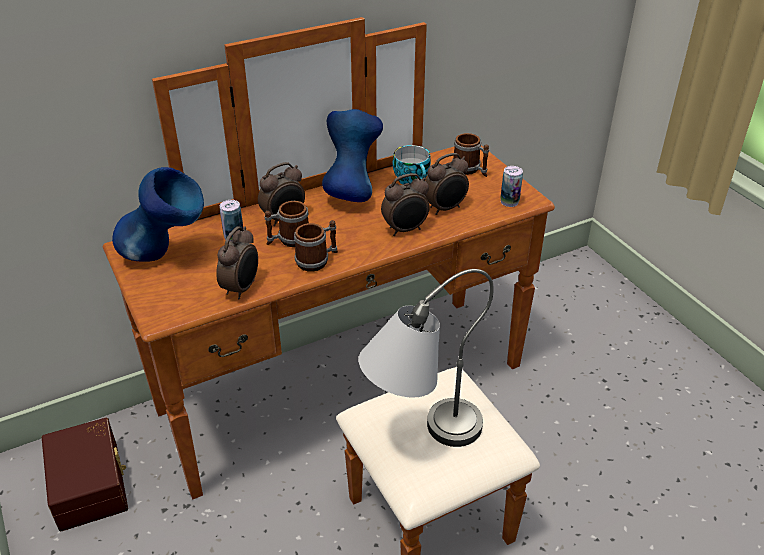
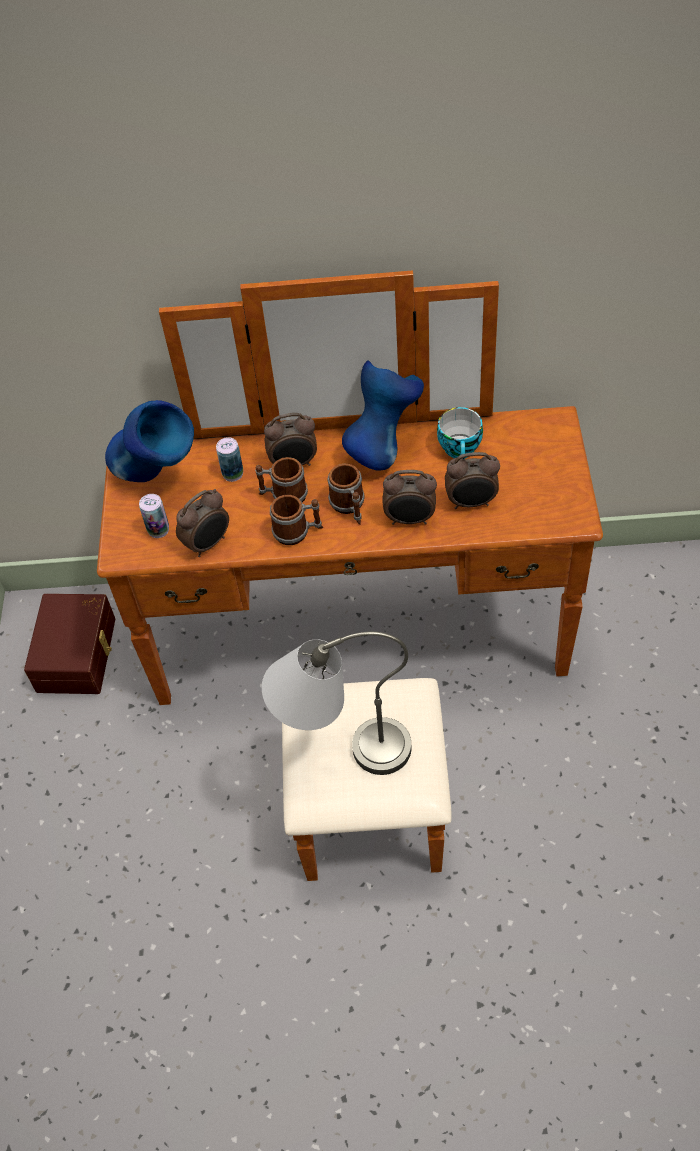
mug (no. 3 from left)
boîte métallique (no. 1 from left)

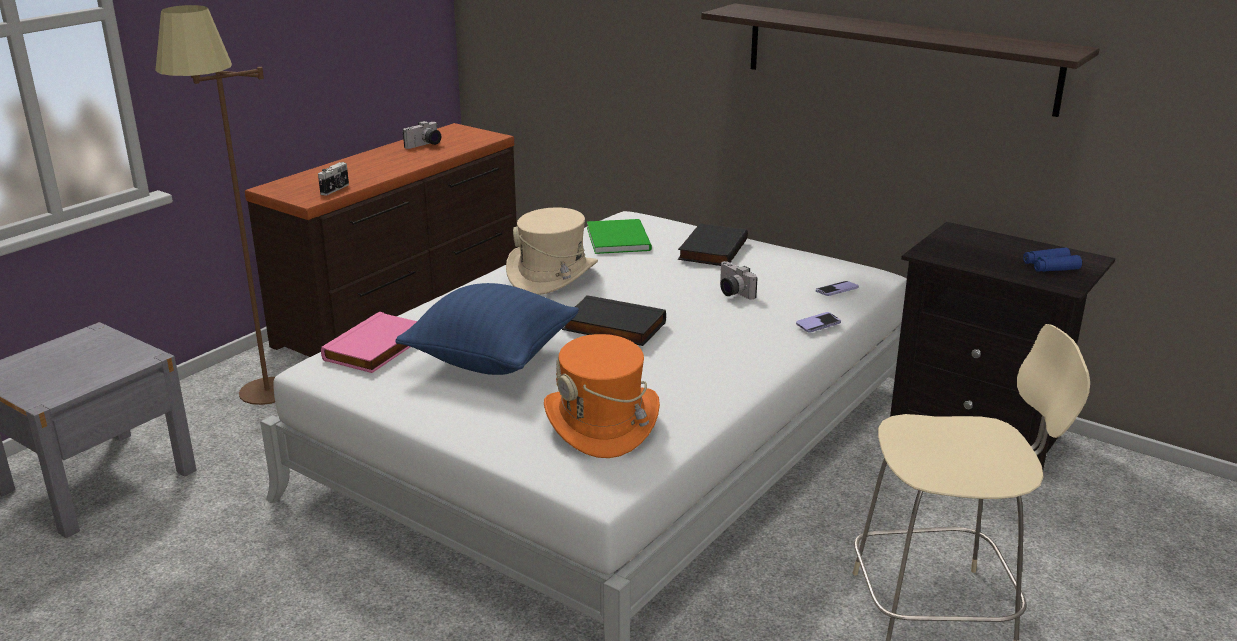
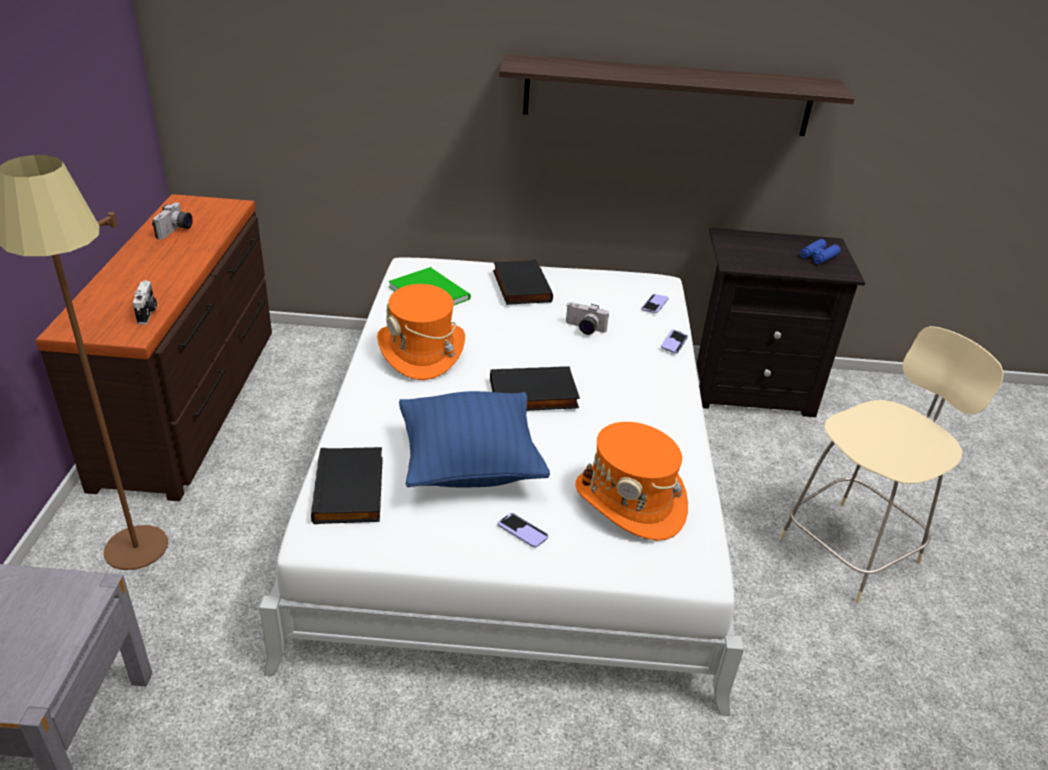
téléphone (no. 1 from left)
livre/noir (no. 1 from left)
chapeau/orange (no. 1 from left)

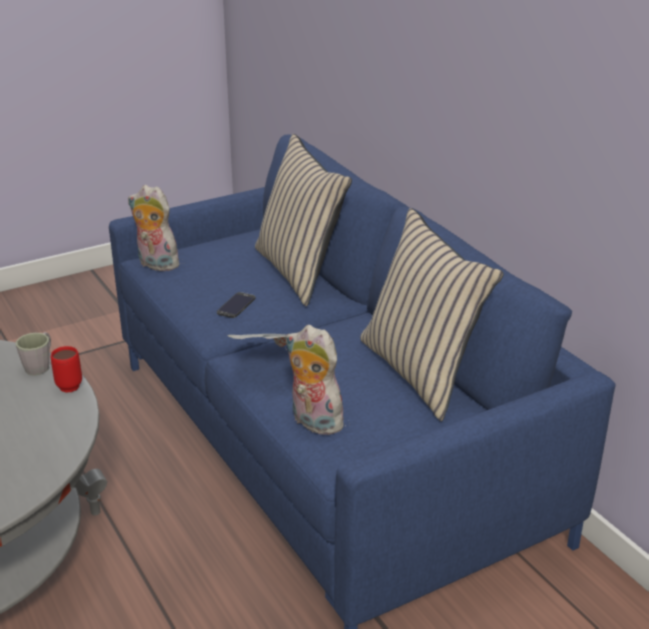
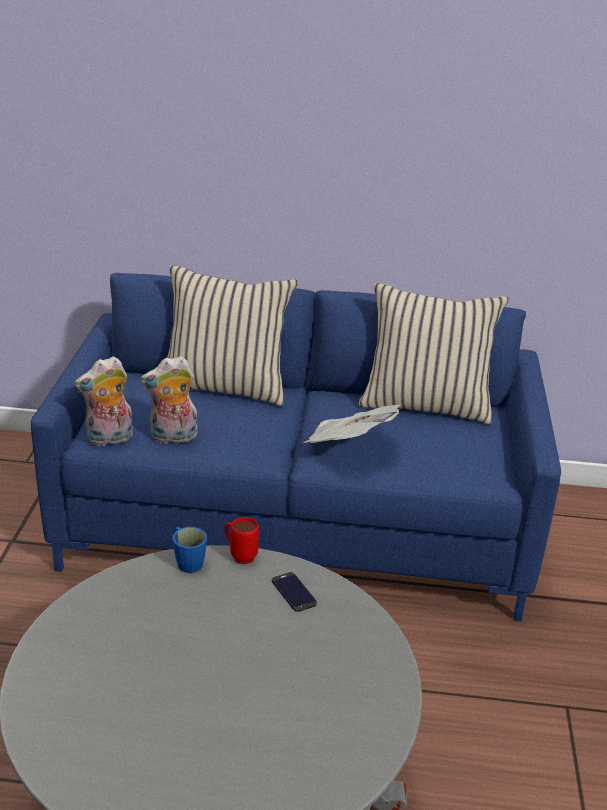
téléphone
peluche (no. 2 from left)
mug/bleu

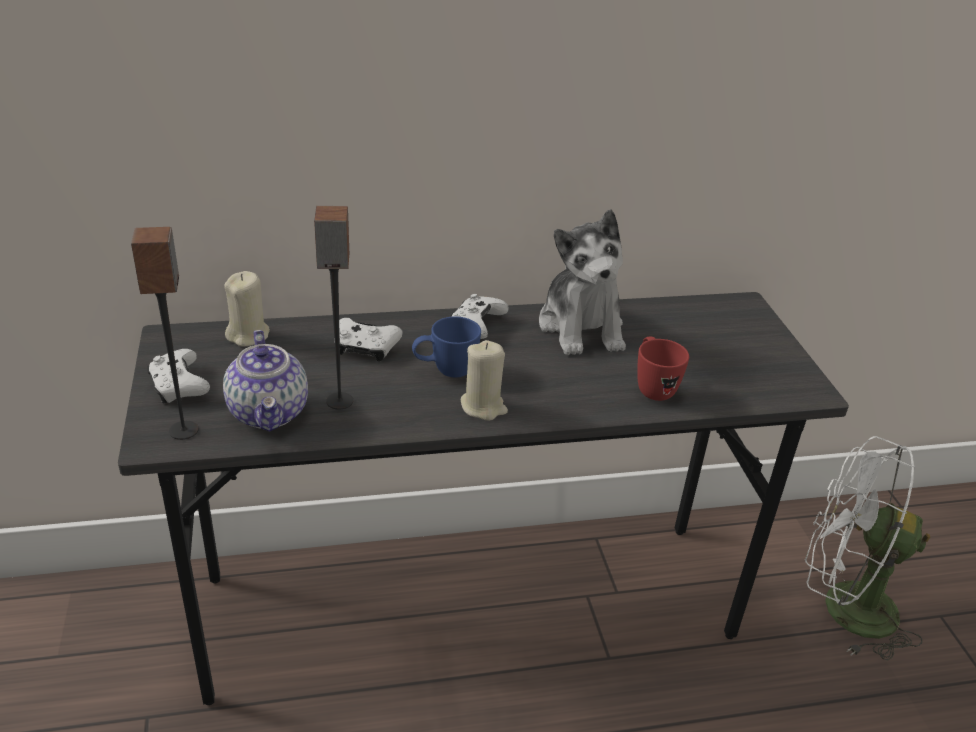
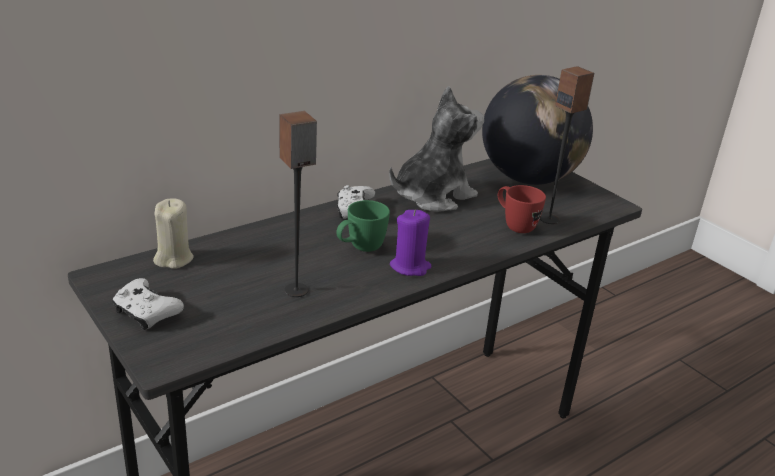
théière
manette/blanc (no. 2 from left in the first image)
ventilateur/blanc
globe
enceinte (no. 2 from left)
mug/vert
bougie/violet
peluche

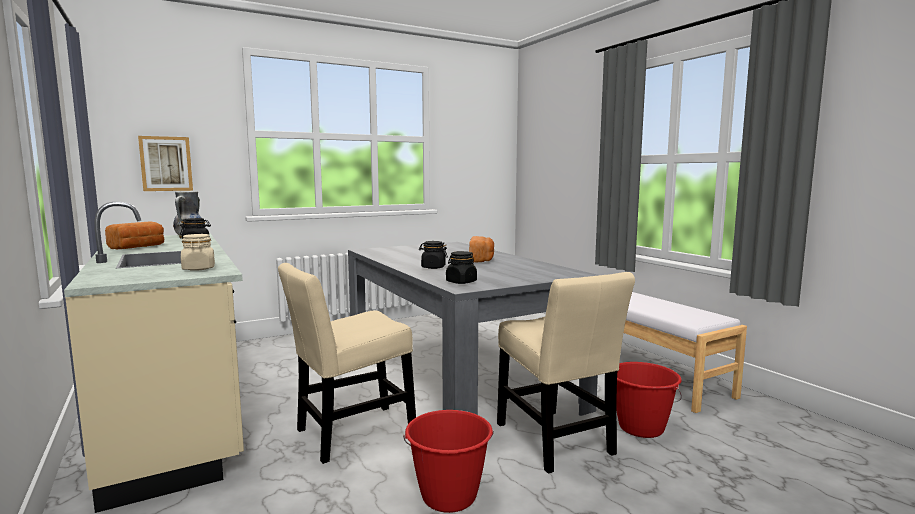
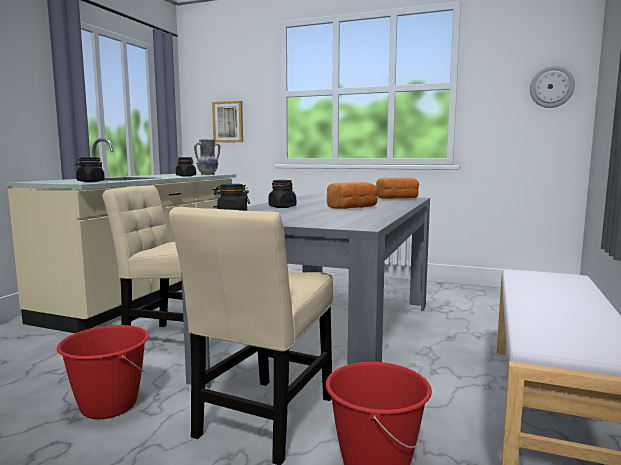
horloge murale
pain (no. 2 from left)
bocal/noir (no. 1 from left)

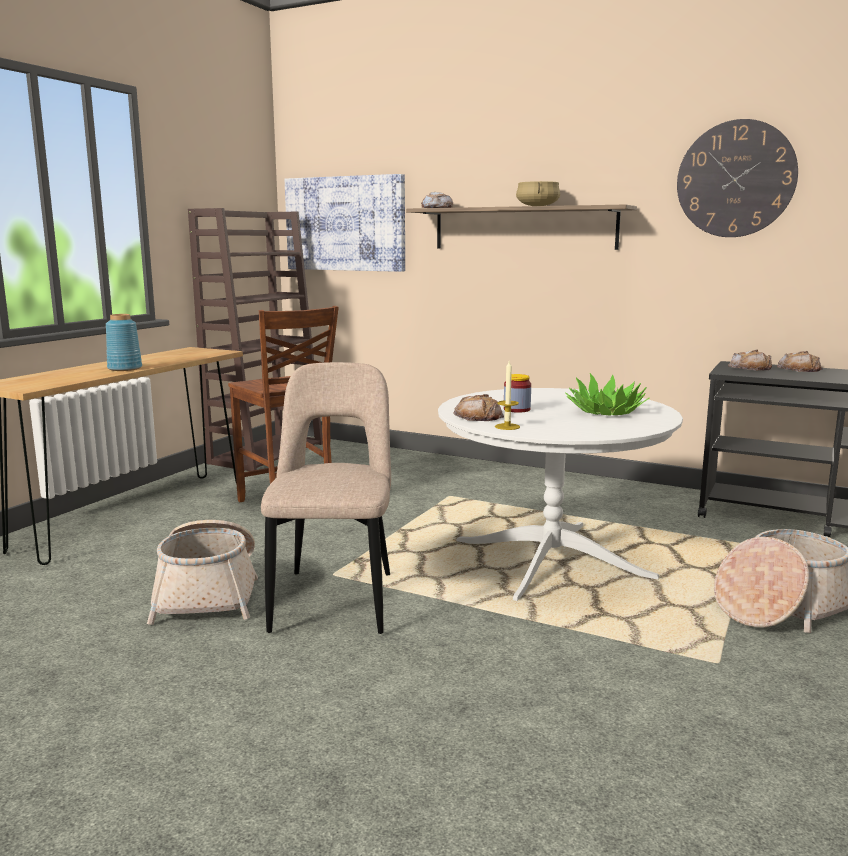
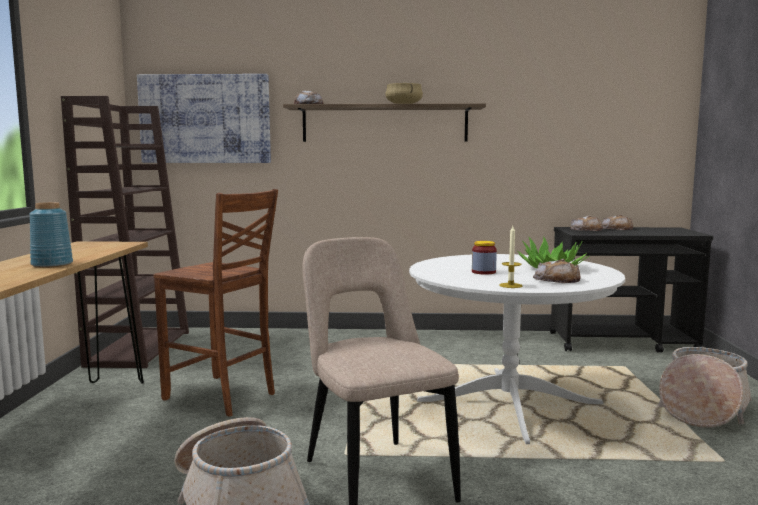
horloge murale
pain (no. 2 from left)

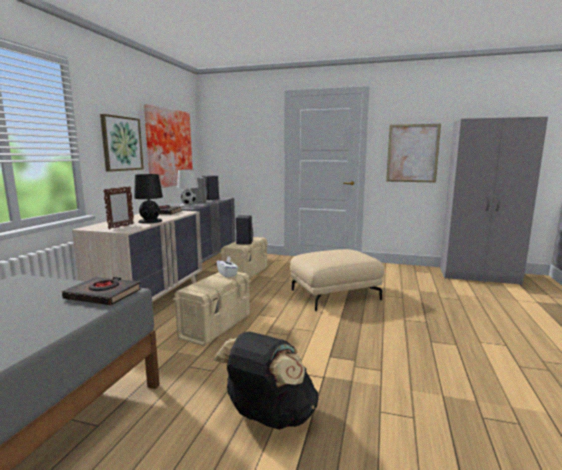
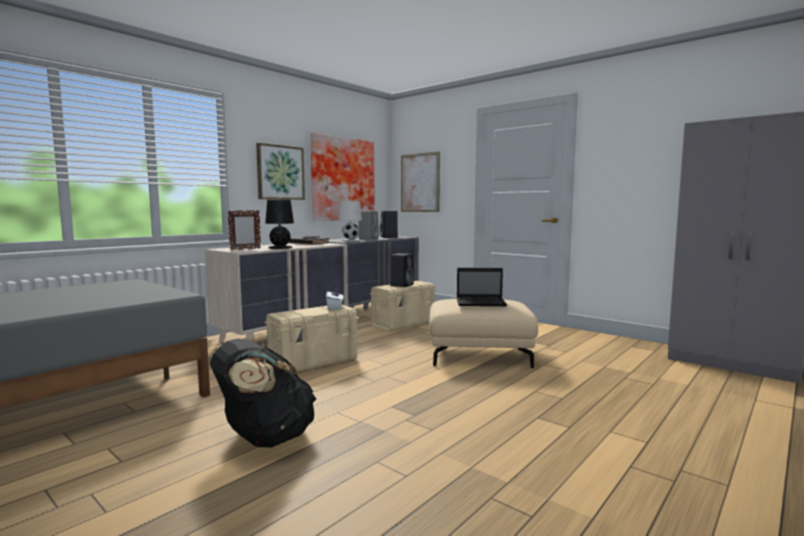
livre/noir (no. 1 from left in the first image)
ordinateur portable
tableau (no. 3 from left)

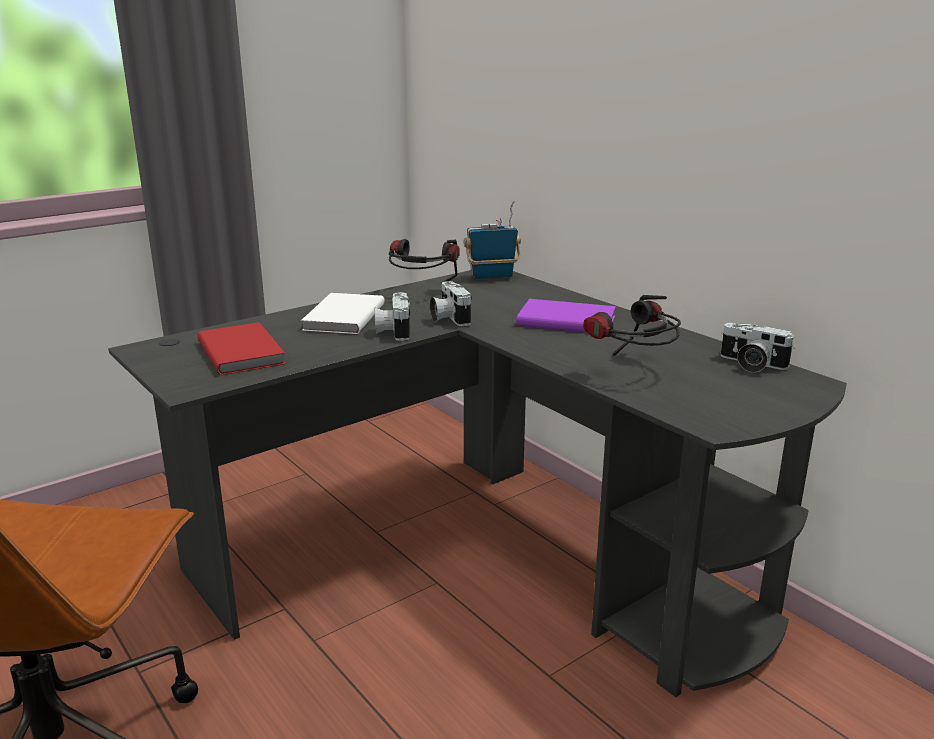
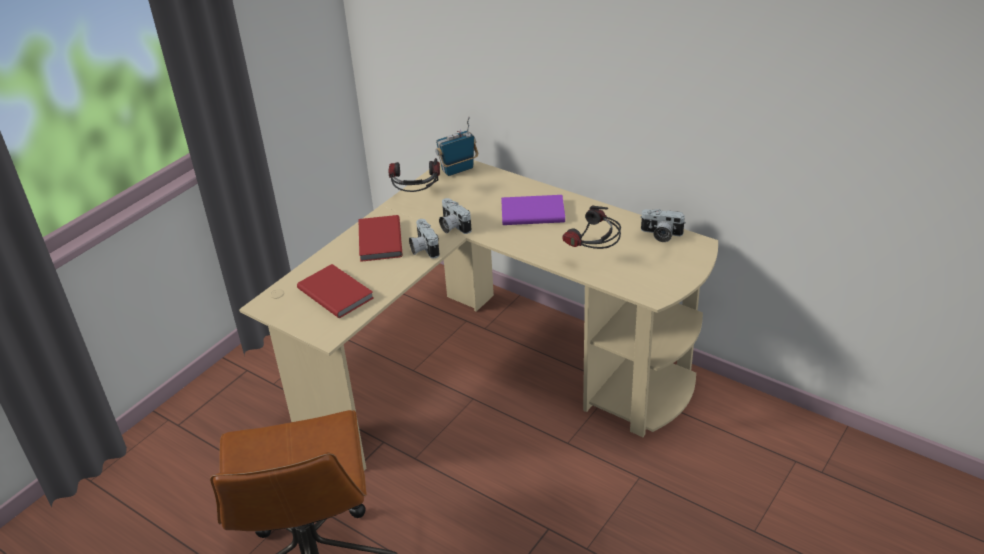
bureau/beige
livre/rouge (no. 2 from left)

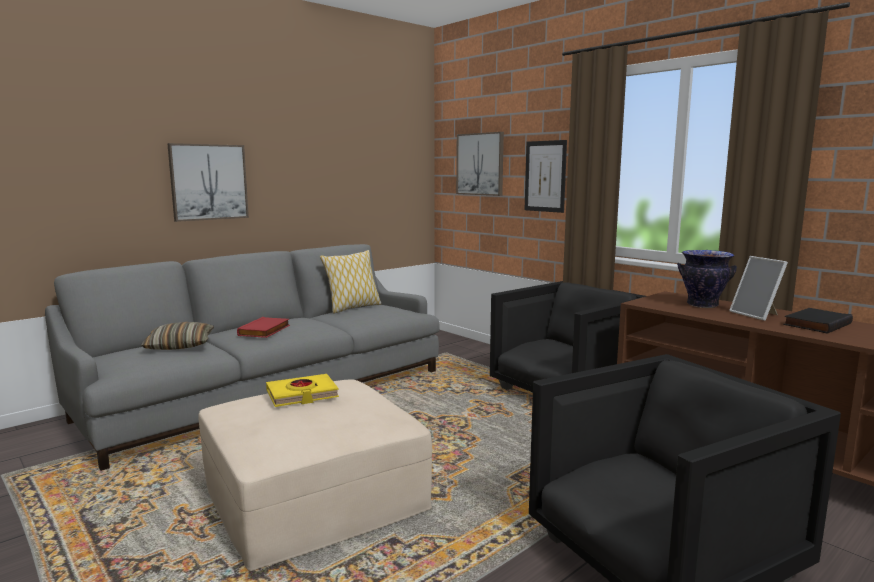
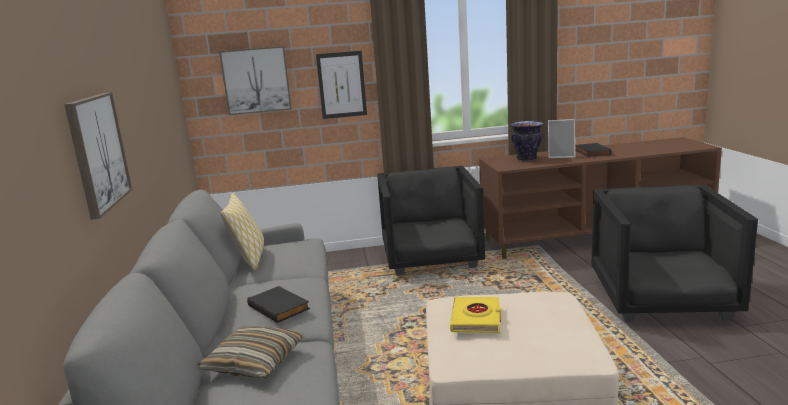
livre/noir (no. 1 from left)

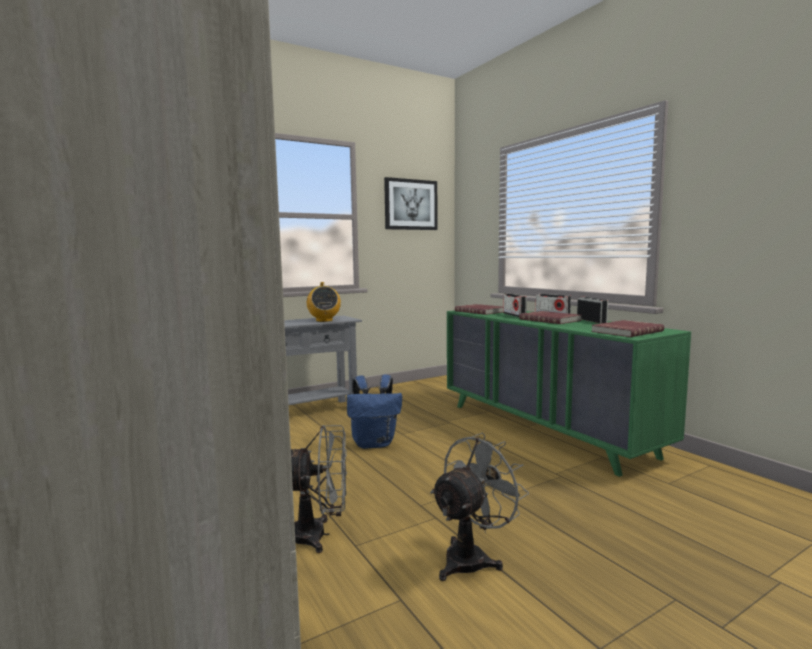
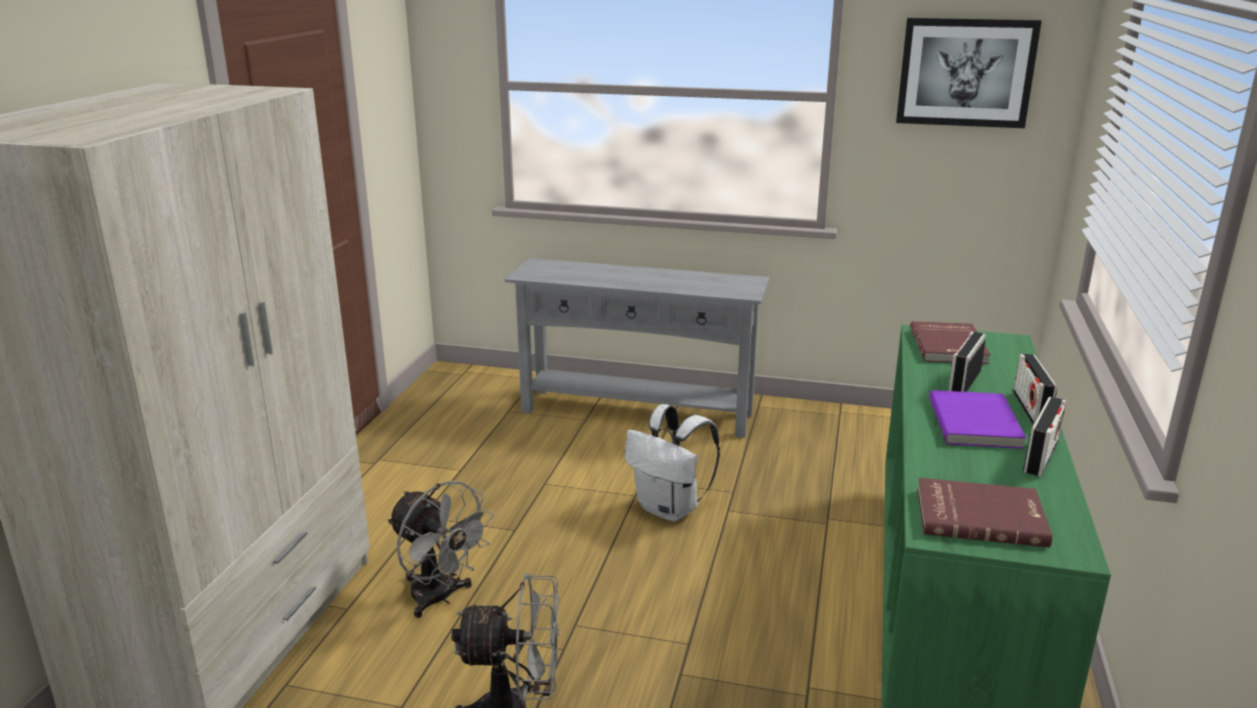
radio (no. 1 from left in the first image)
sac à dos/blanc
livre/violet

